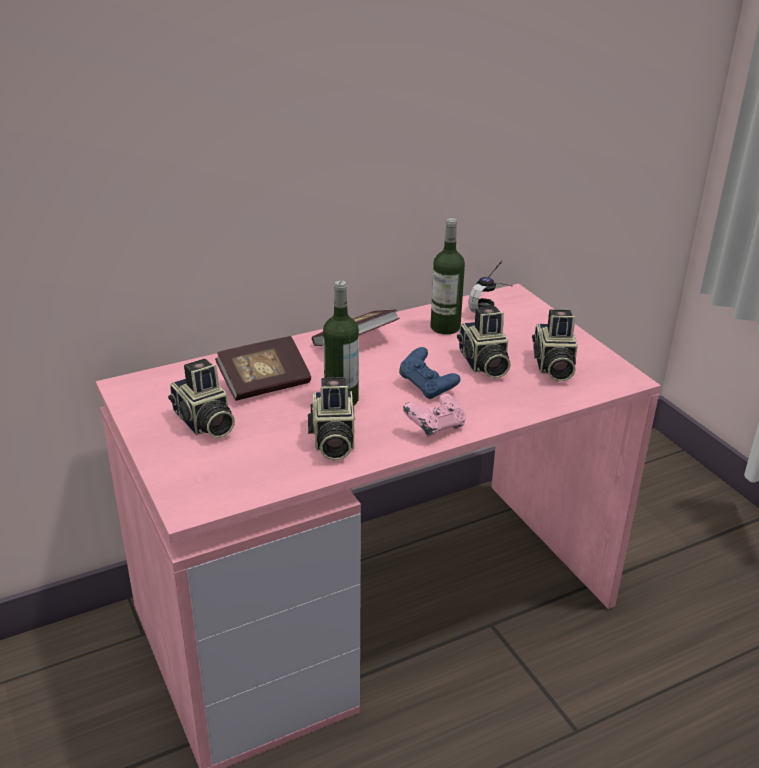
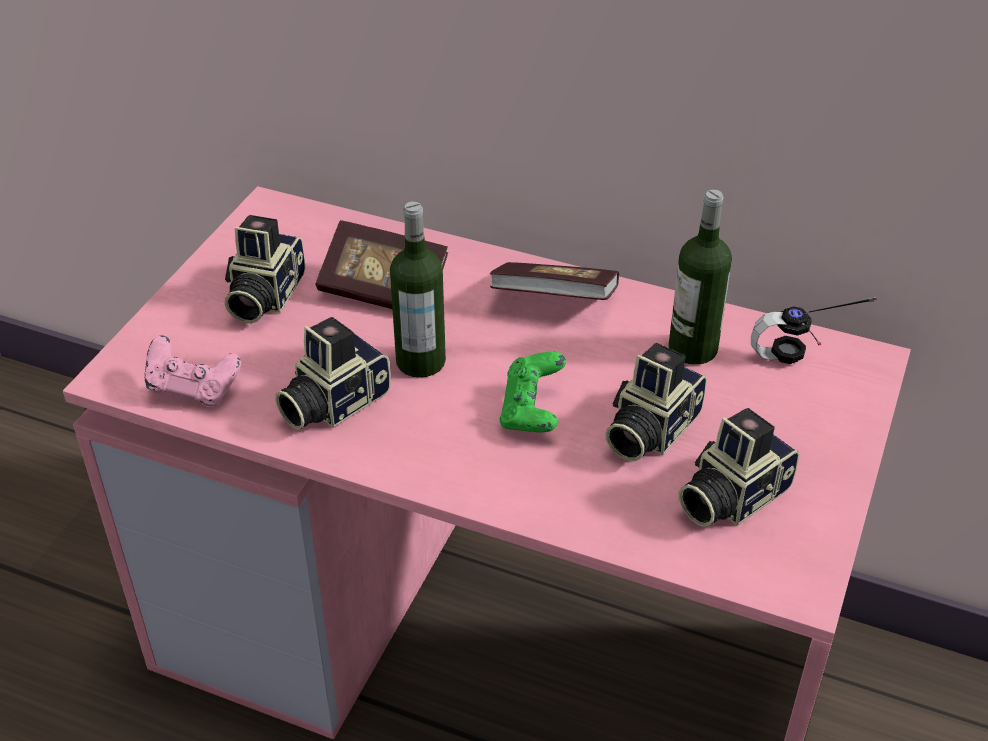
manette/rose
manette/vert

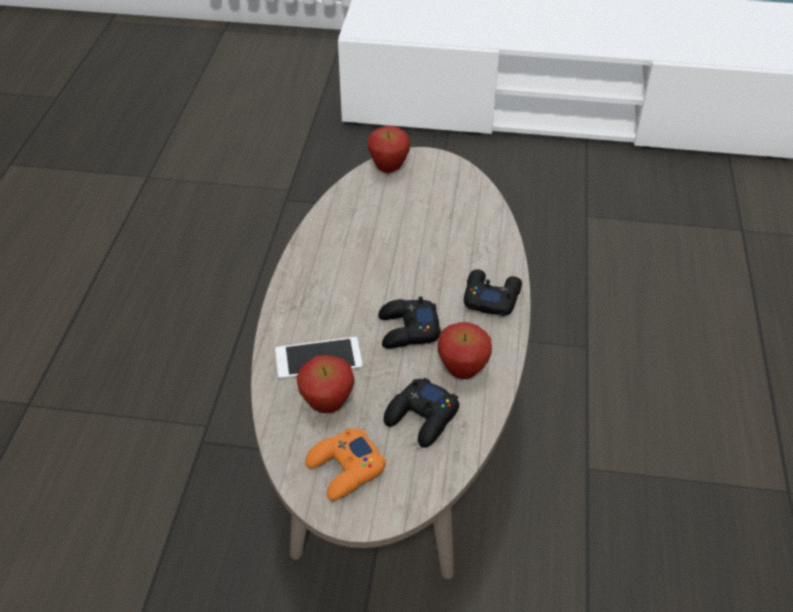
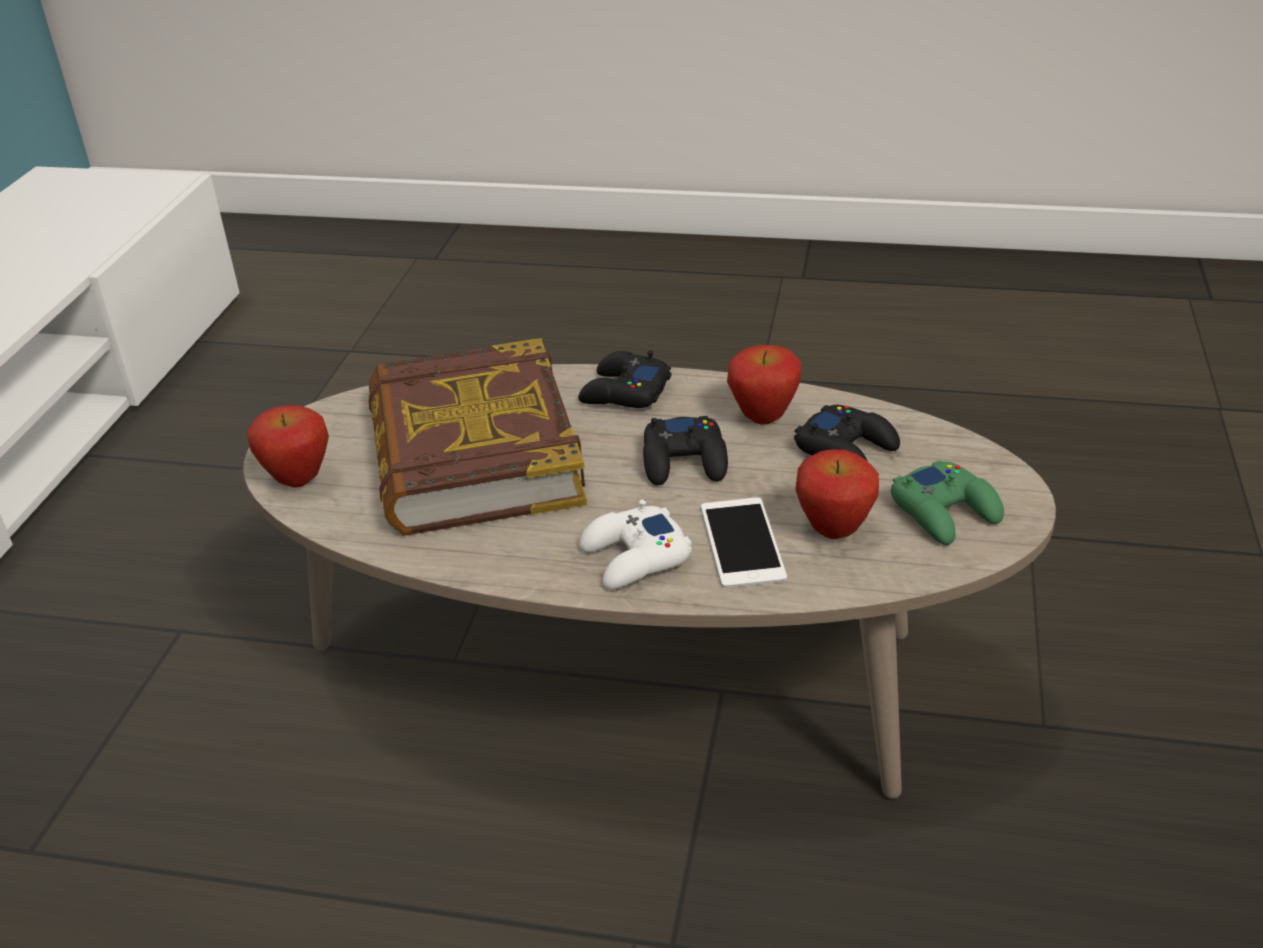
livre
manette/blanc
manette/vert

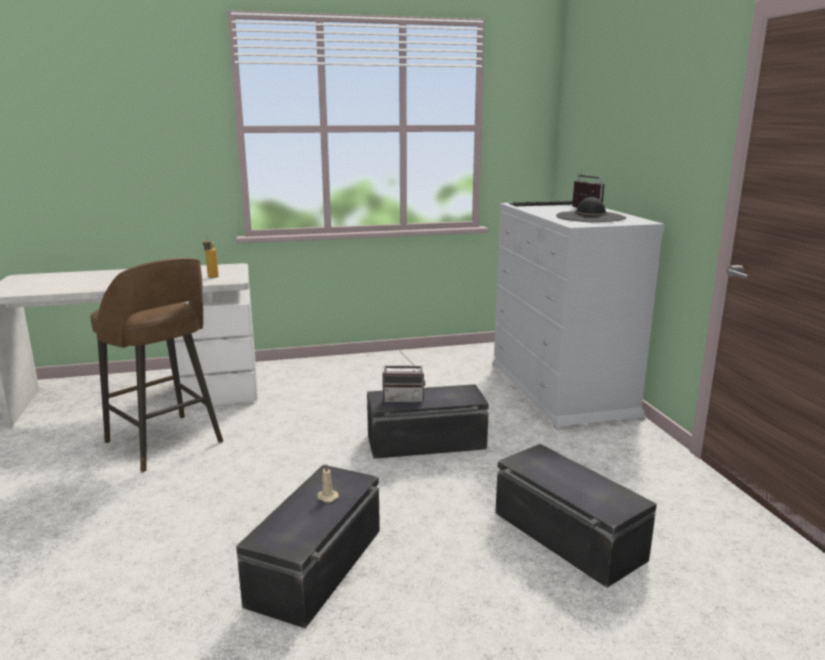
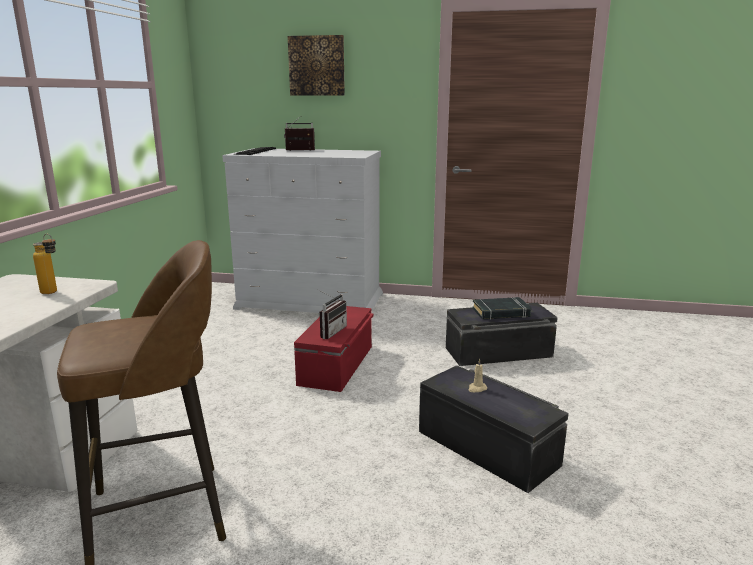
chapeau/noir
tableau
livre/noir
boîte de rangement/rouge

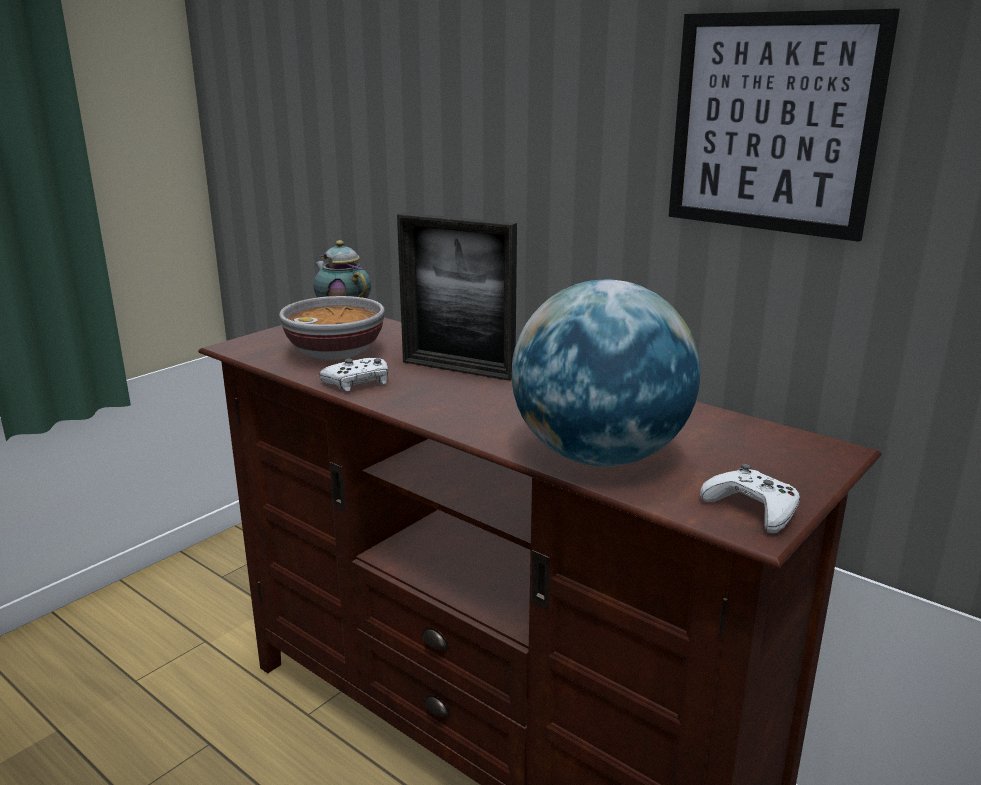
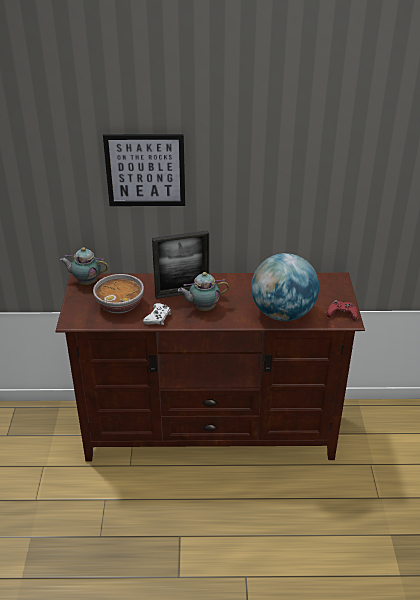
théière (no. 2 from left)
tableau
manette/rouge

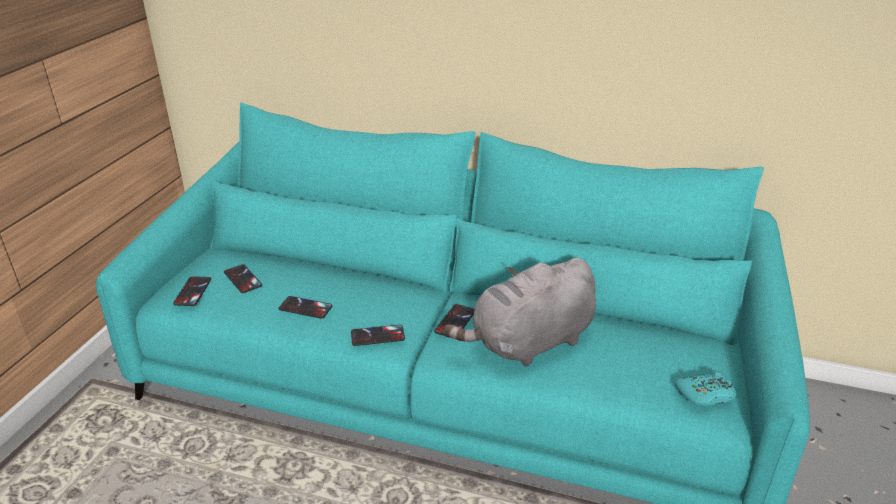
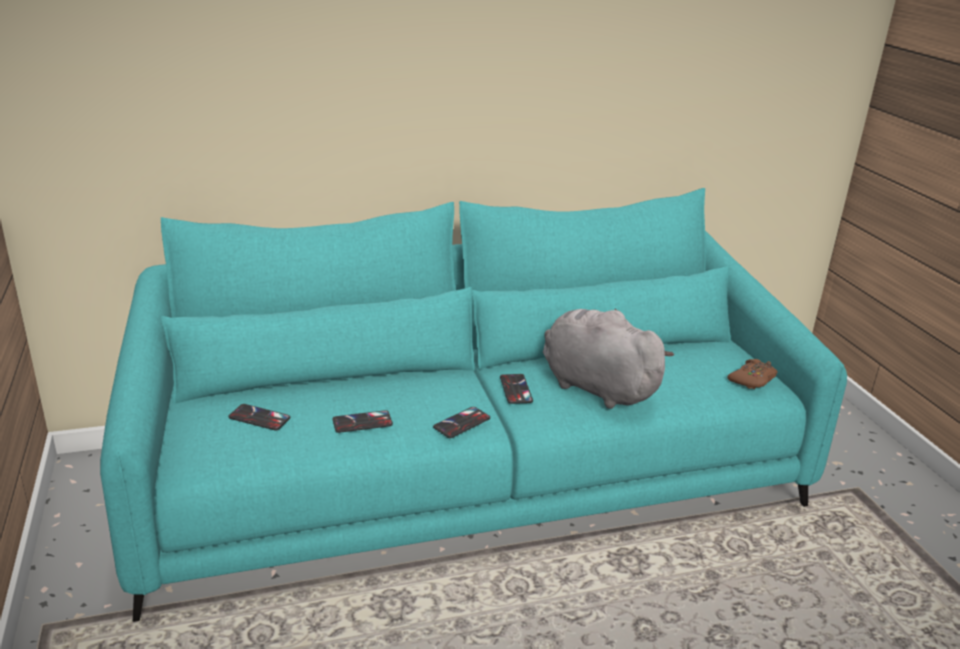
téléphone (no. 1 from left in the first image)
manette/marron
peluche/gris

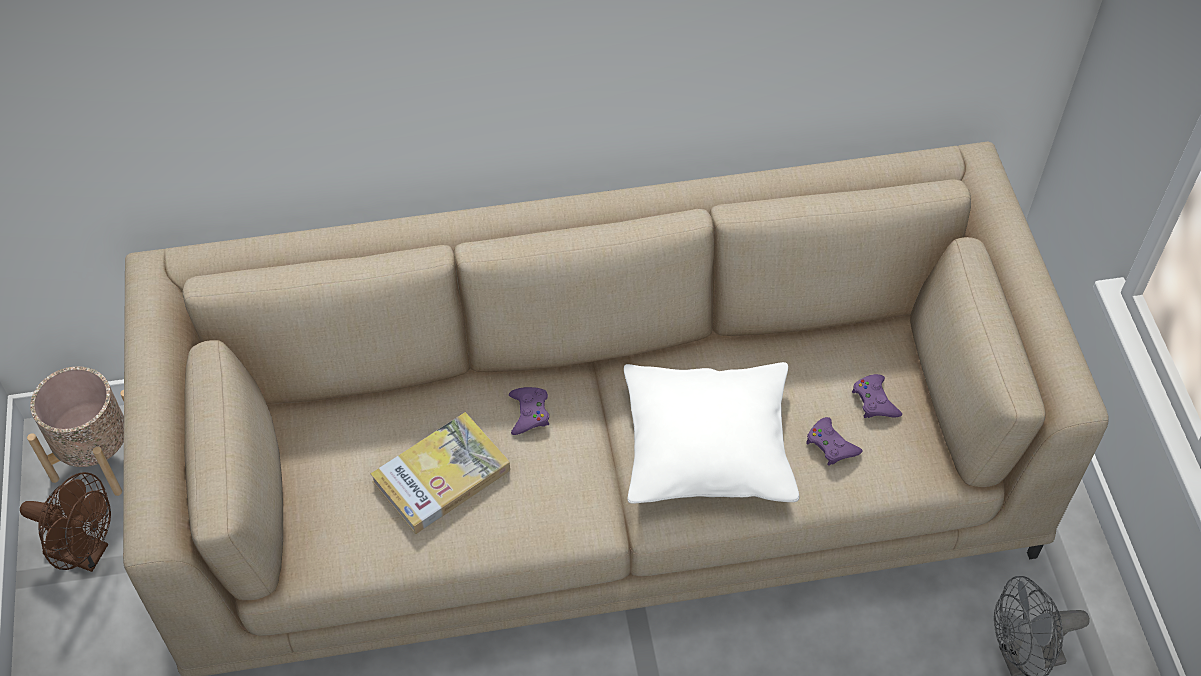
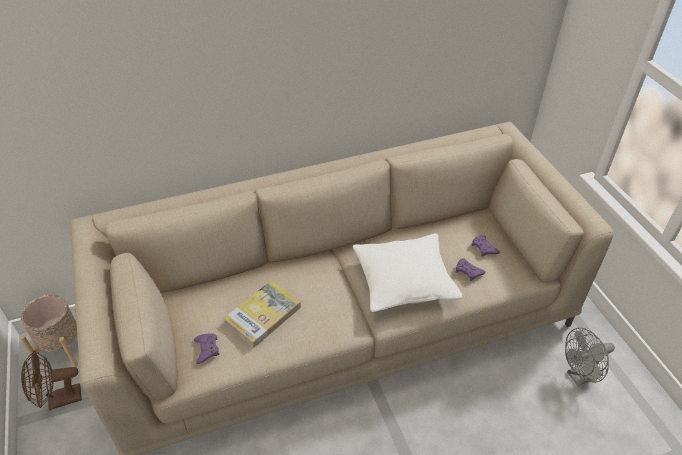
manette/violet (no. 1 from left)
ventilateur/marron

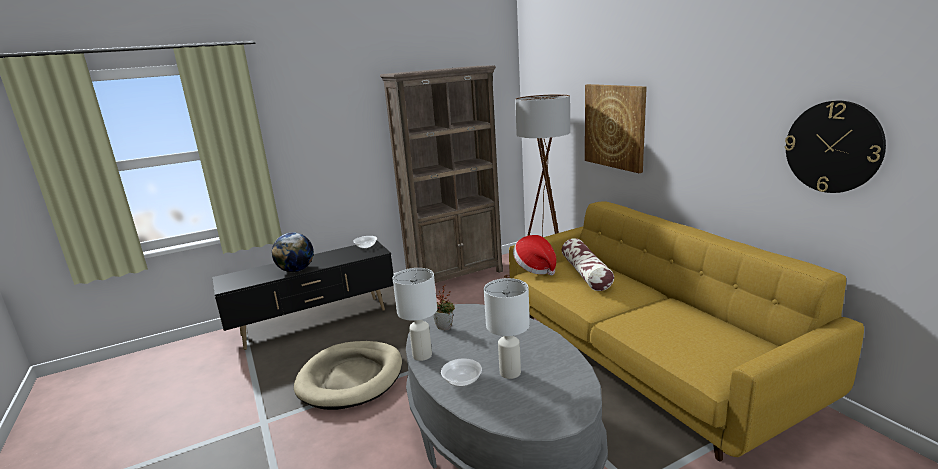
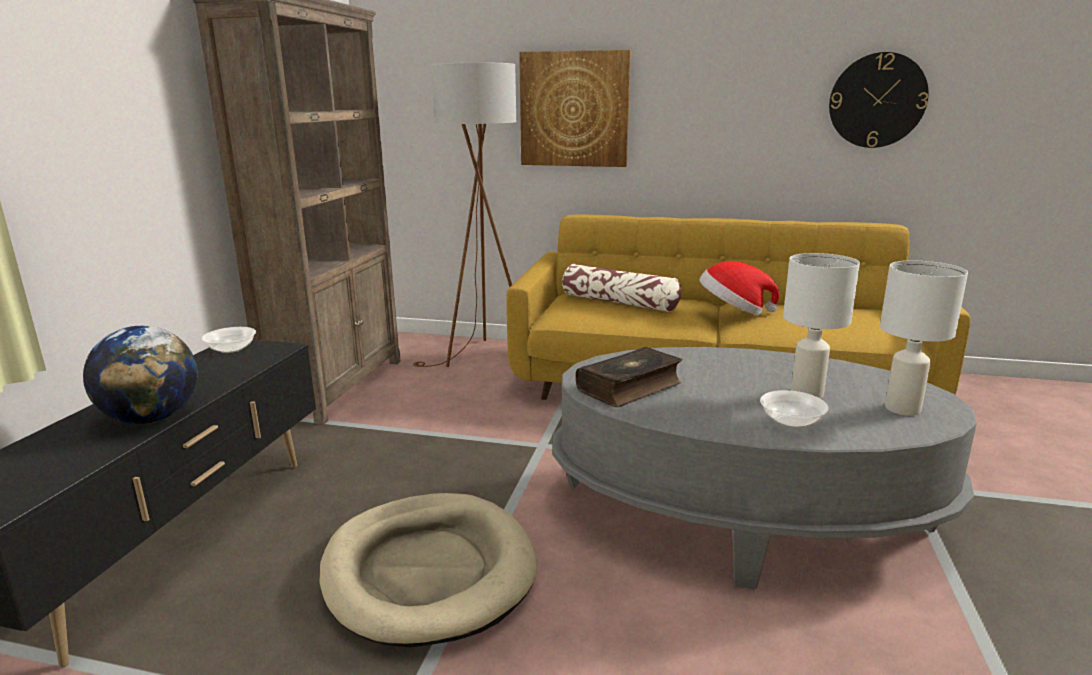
lampe de table/blanc (no. 2 from left)
chapeau
livre

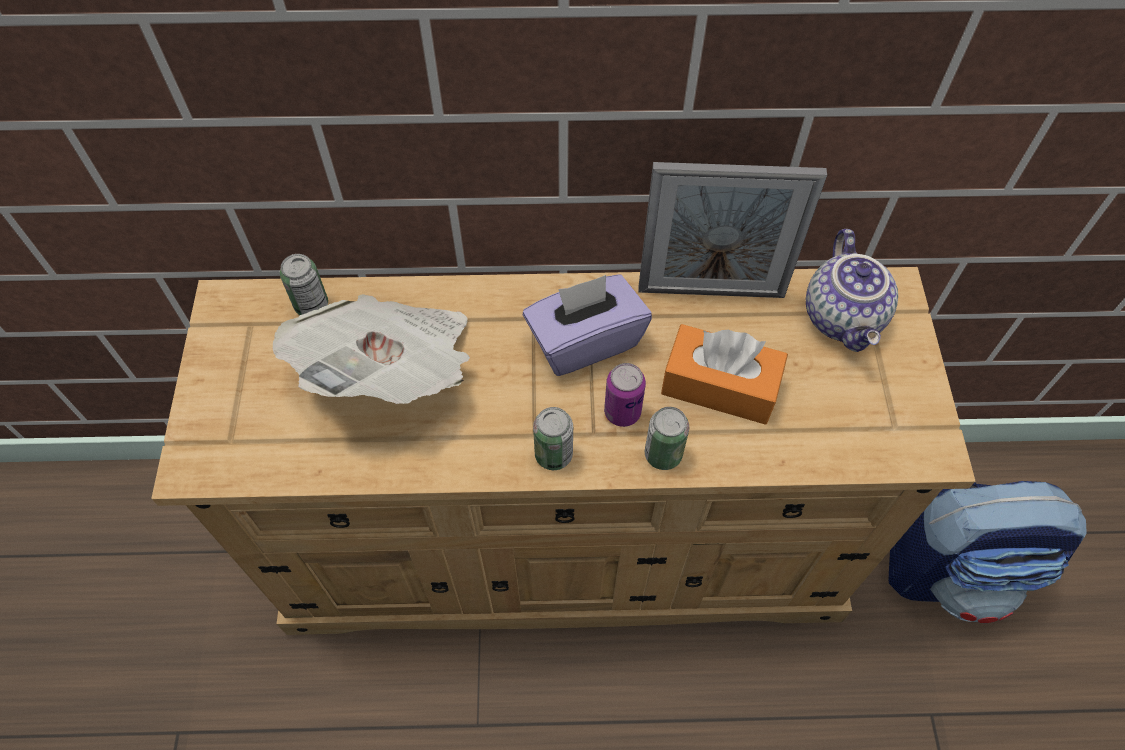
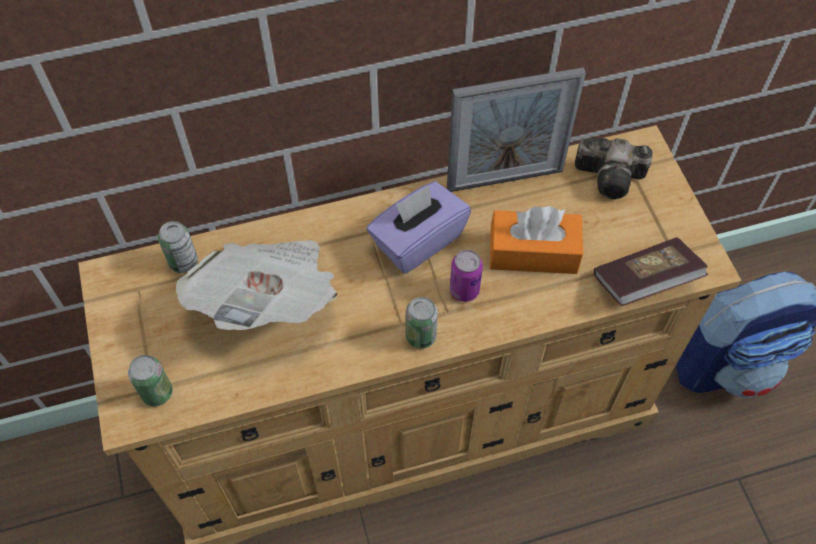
livre
boîte métallique (no. 1 from left)
appareil photo

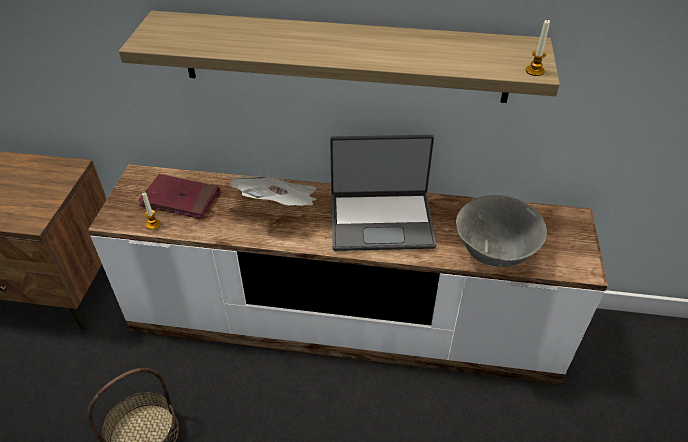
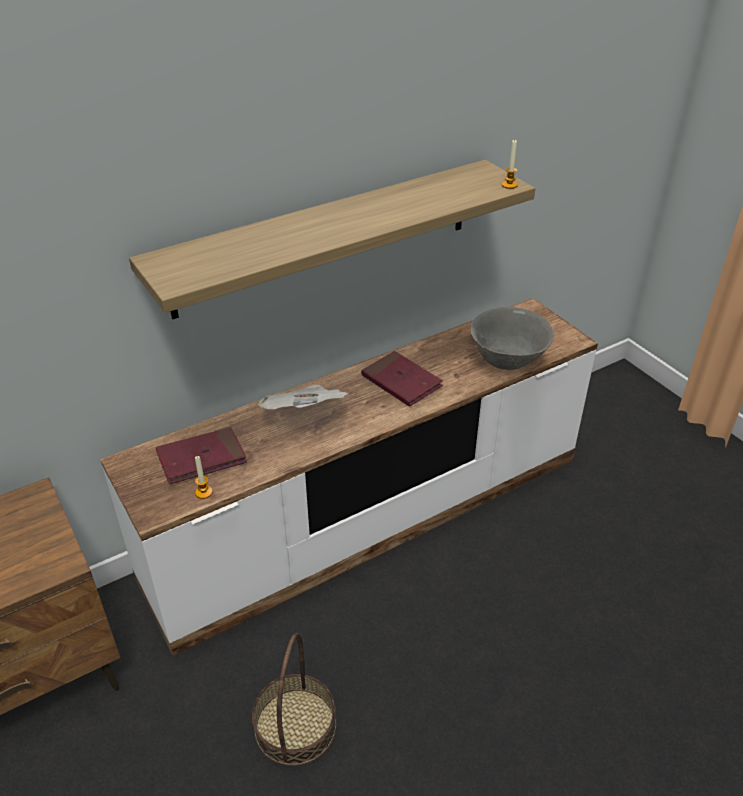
livre/rouge (no. 2 from left)

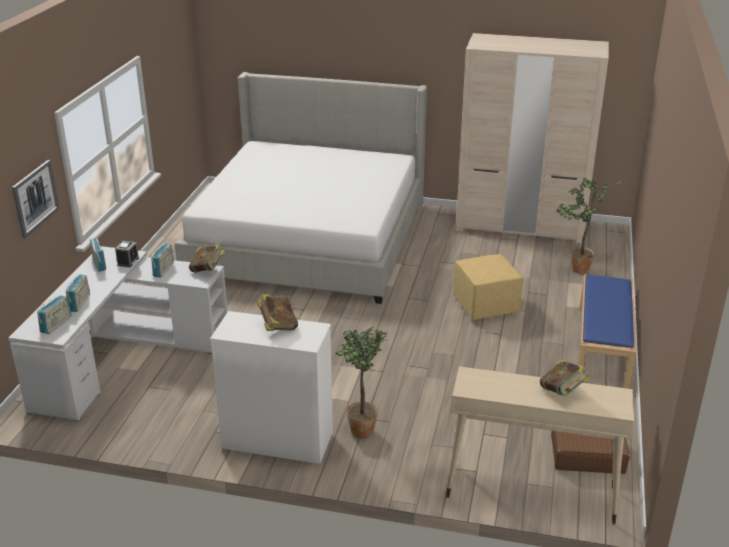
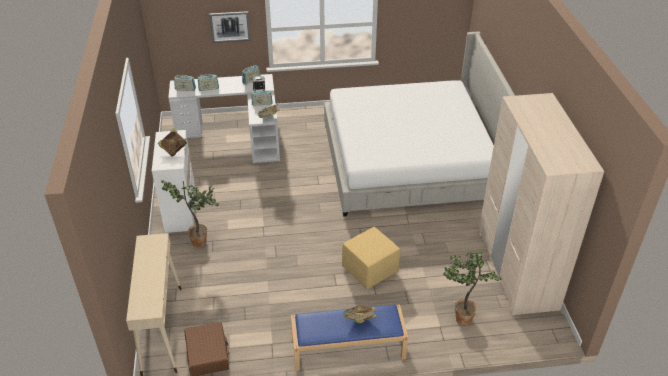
livre (no. 3 from left)

